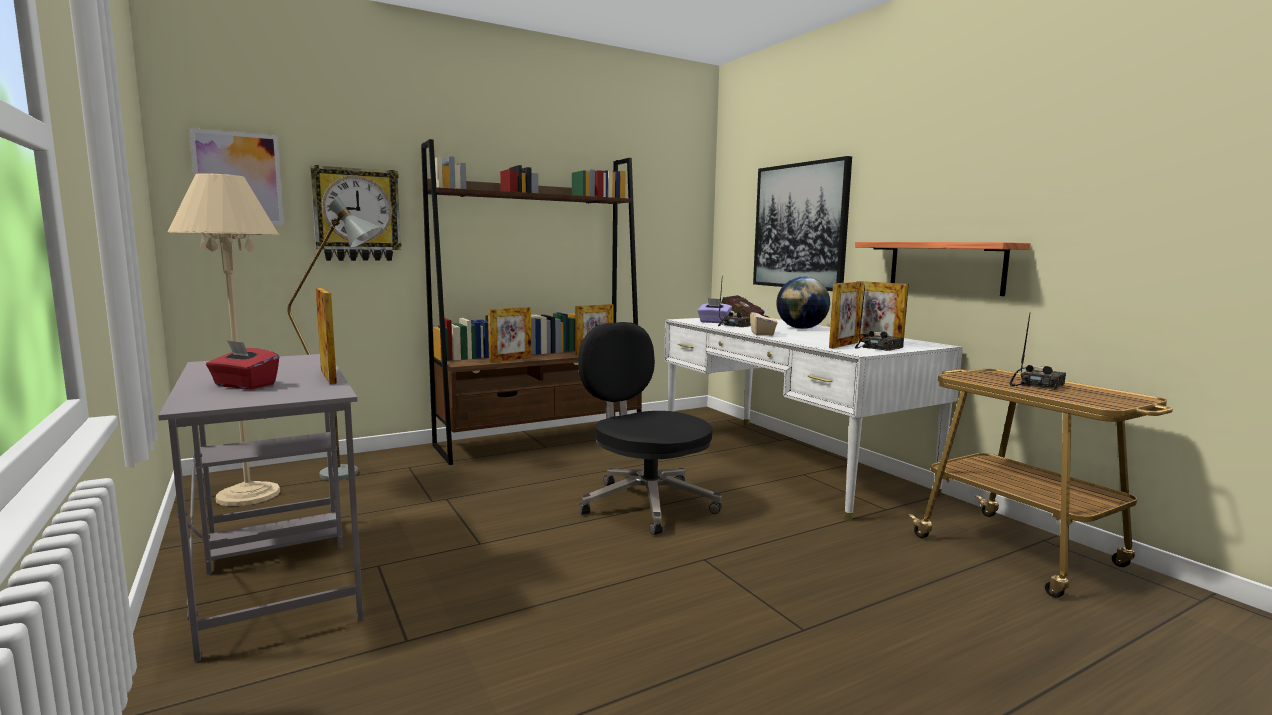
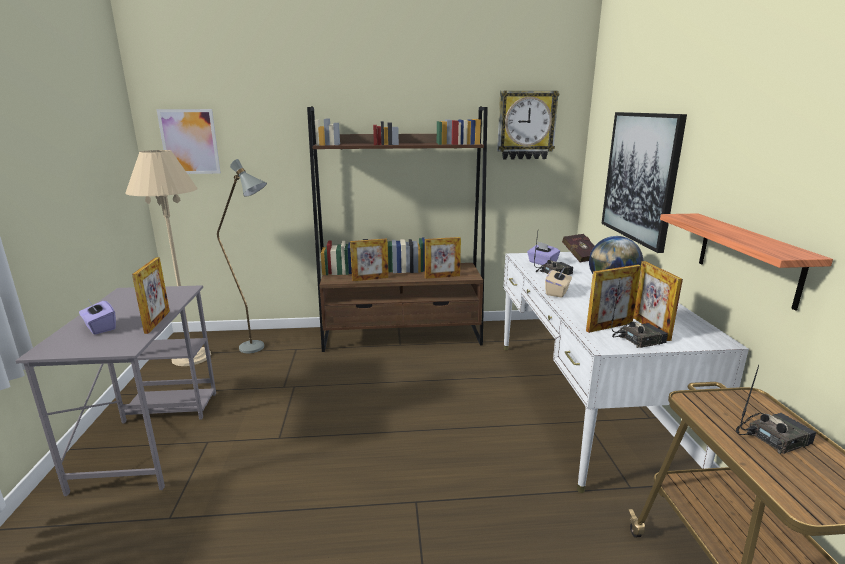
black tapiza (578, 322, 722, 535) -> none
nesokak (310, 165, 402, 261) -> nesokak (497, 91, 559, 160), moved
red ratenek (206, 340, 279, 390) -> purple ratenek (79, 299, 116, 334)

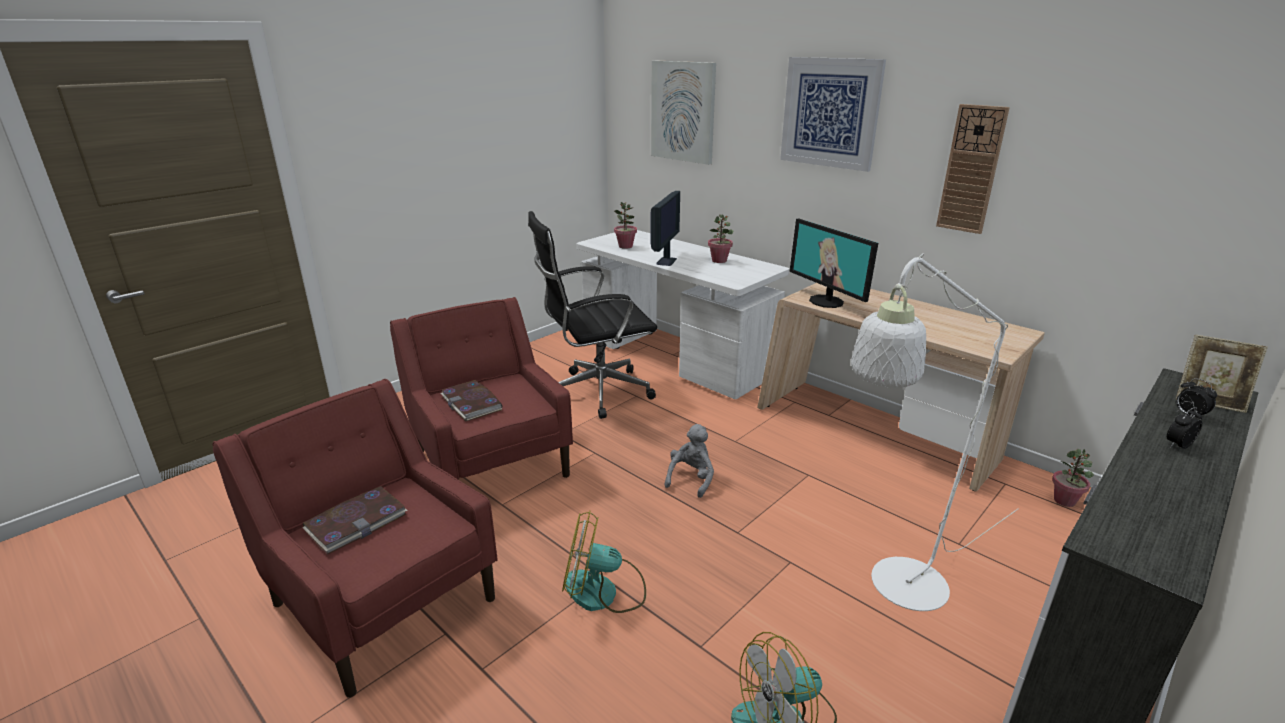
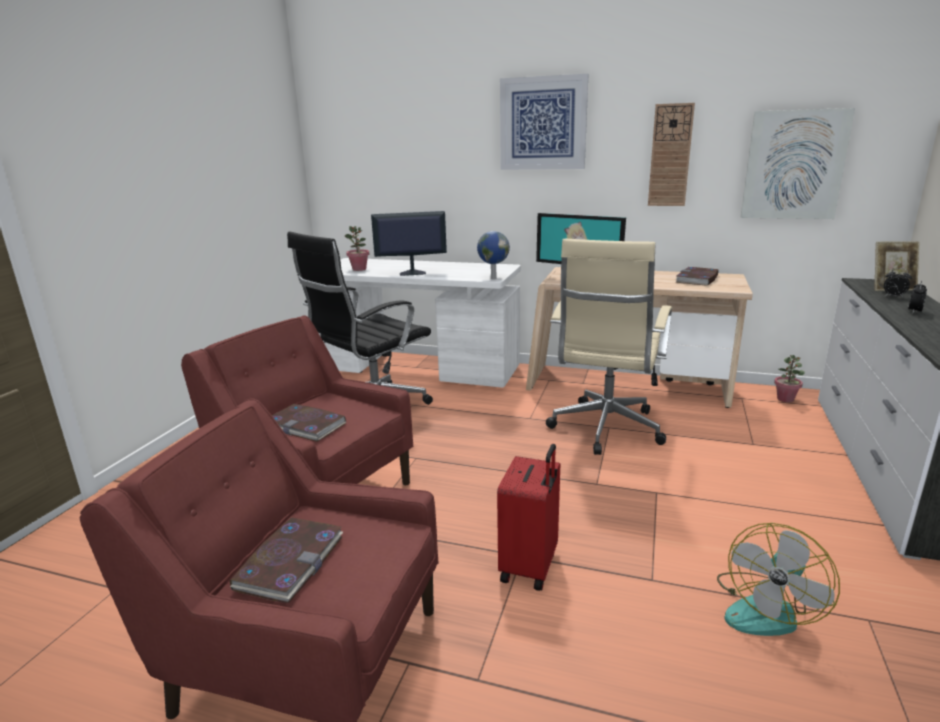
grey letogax (665, 424, 714, 498) -> none
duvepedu (708, 214, 733, 263) -> none
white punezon (851, 253, 1019, 611) -> none
none -> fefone (477, 231, 510, 279)
none -> beige tapiza (546, 239, 672, 455)
none -> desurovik (676, 267, 718, 286)
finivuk (651, 60, 716, 165) -> finivuk (741, 108, 855, 219), moved
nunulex (562, 511, 646, 613) -> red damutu (497, 444, 560, 591)
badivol (650, 191, 680, 266) -> badivol (371, 211, 447, 276), 90 degrees counterclockwise

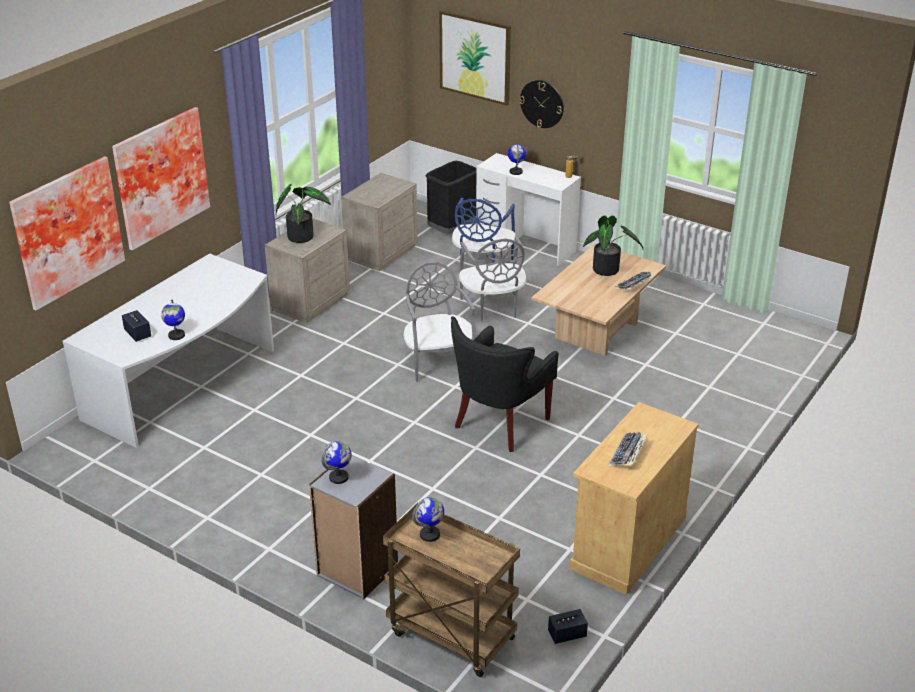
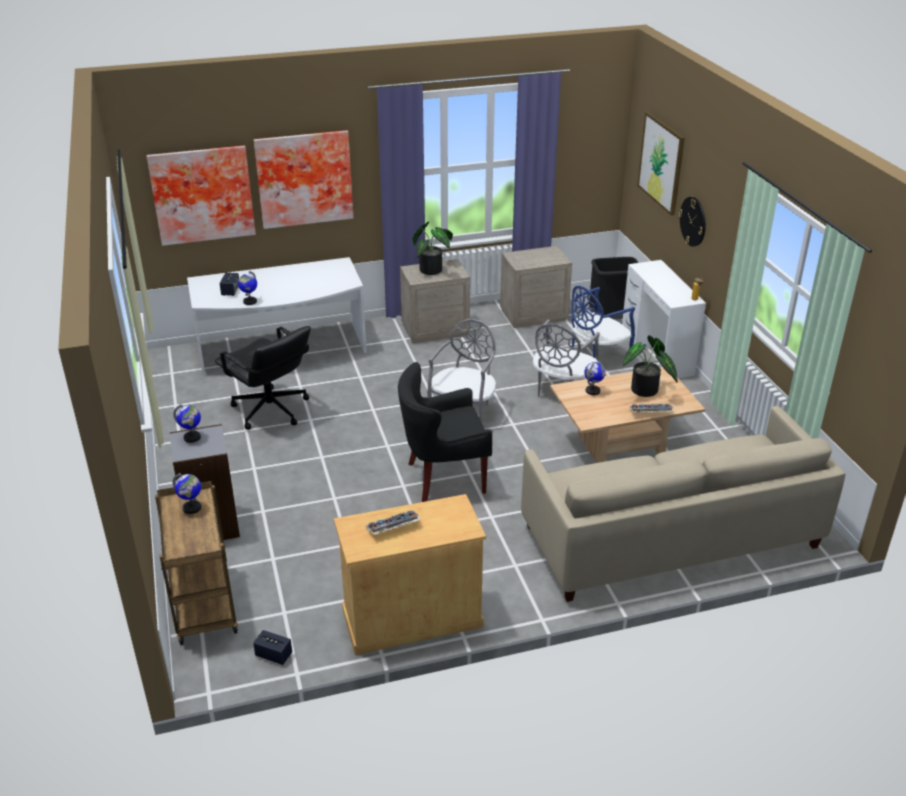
none -> black tapiza (215, 326, 311, 430)
none -> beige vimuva (521, 406, 845, 602)
fefone (508, 144, 526, 175) -> fefone (584, 362, 605, 395), moved

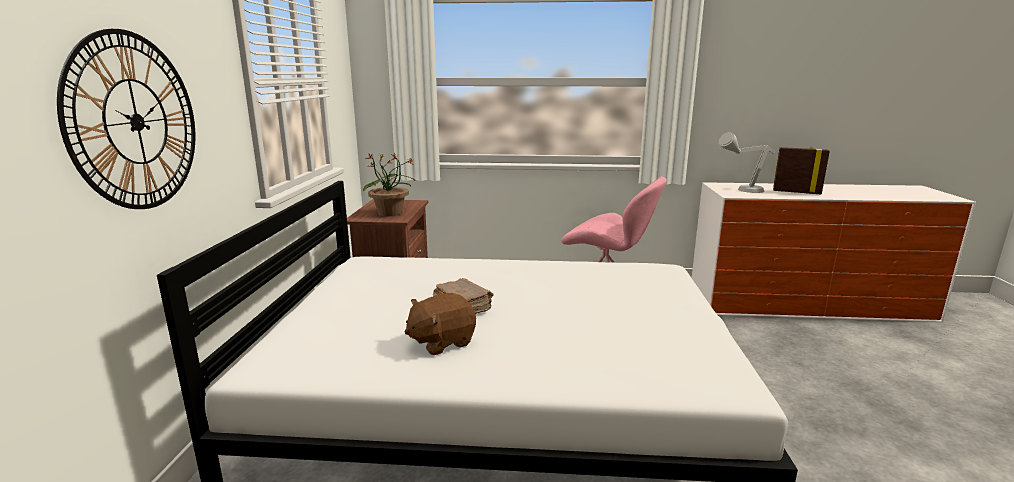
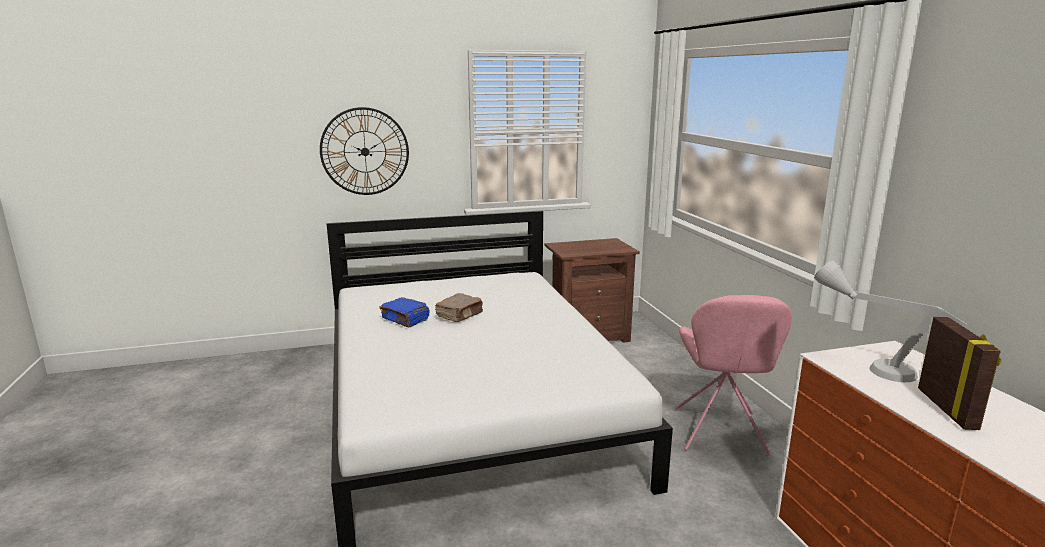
duvepedu (363, 153, 415, 216) -> none
brown letogax (404, 293, 476, 355) -> blue desurovik (379, 297, 430, 327)

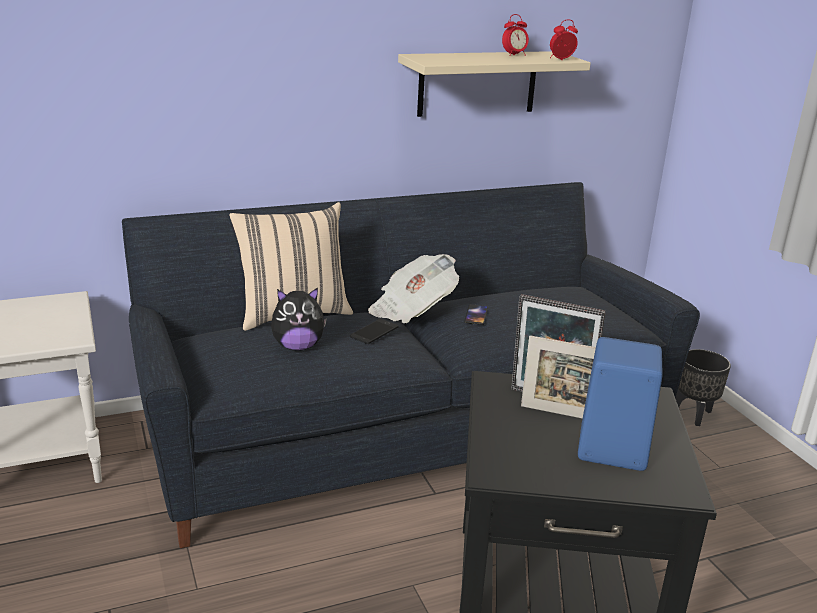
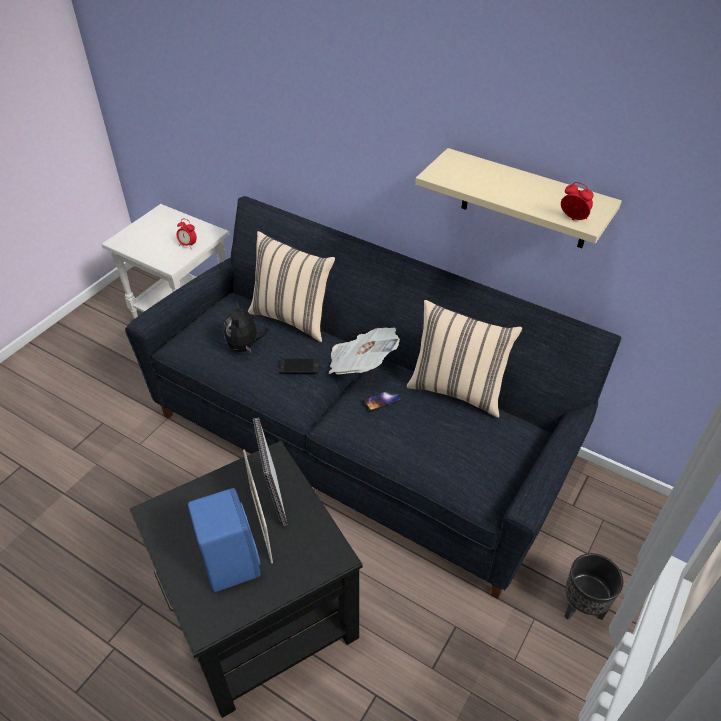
none -> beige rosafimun (406, 300, 522, 418)
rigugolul (502, 14, 529, 56) -> rigugolul (176, 219, 197, 248), moved
letogax (271, 288, 327, 351) -> letogax (224, 299, 268, 353), 45 degrees clockwise

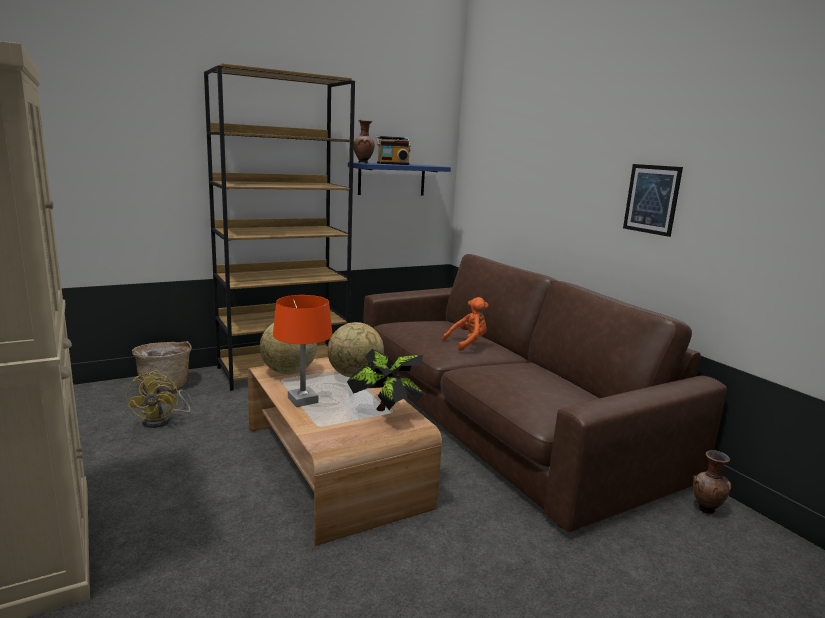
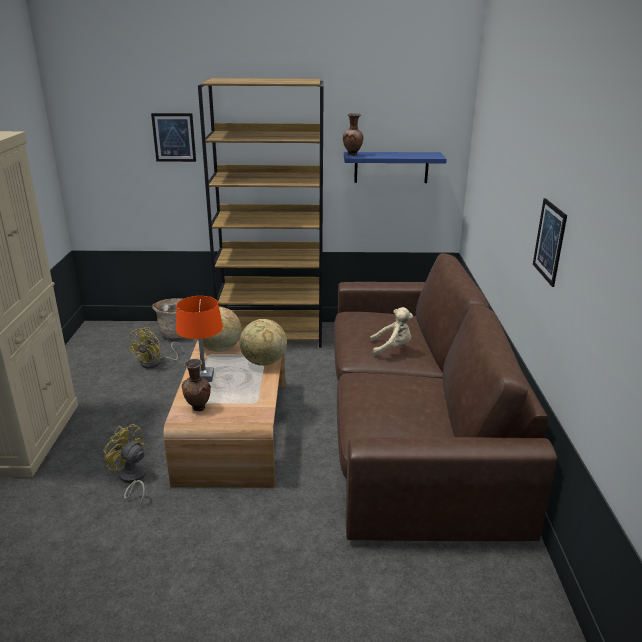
duvepedu (347, 349, 425, 411) -> none
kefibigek (376, 136, 411, 165) -> none
none -> yellow nunulex (103, 424, 146, 506)
none -> finivuk (151, 113, 196, 162)
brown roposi (693, 450, 731, 514) -> brown roposi (182, 359, 211, 411), moved
orange letogax (442, 297, 489, 351) -> beige letogax (370, 307, 413, 355)

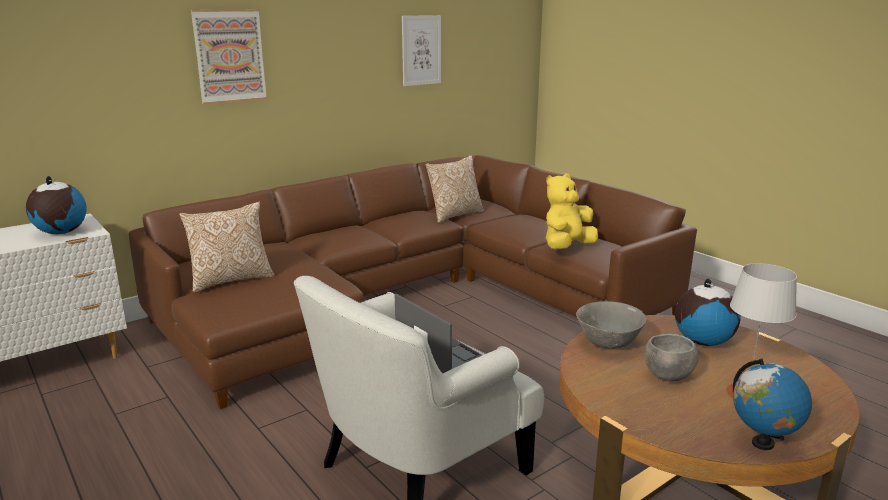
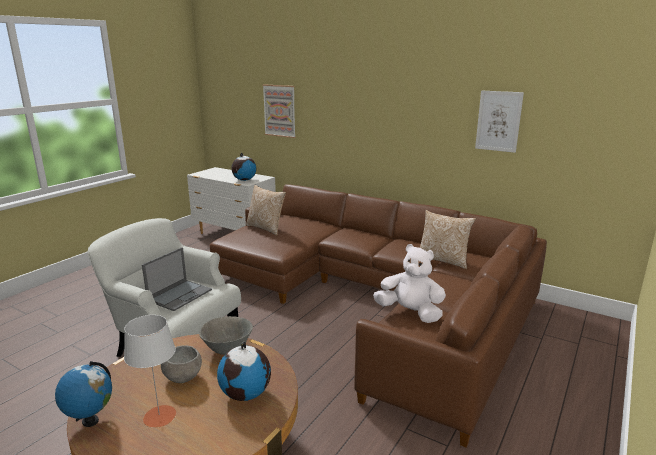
finivuk (190, 9, 267, 104) -> finivuk (262, 84, 296, 138), moved
yellow letogax (546, 173, 598, 249) -> white letogax (373, 244, 446, 323)

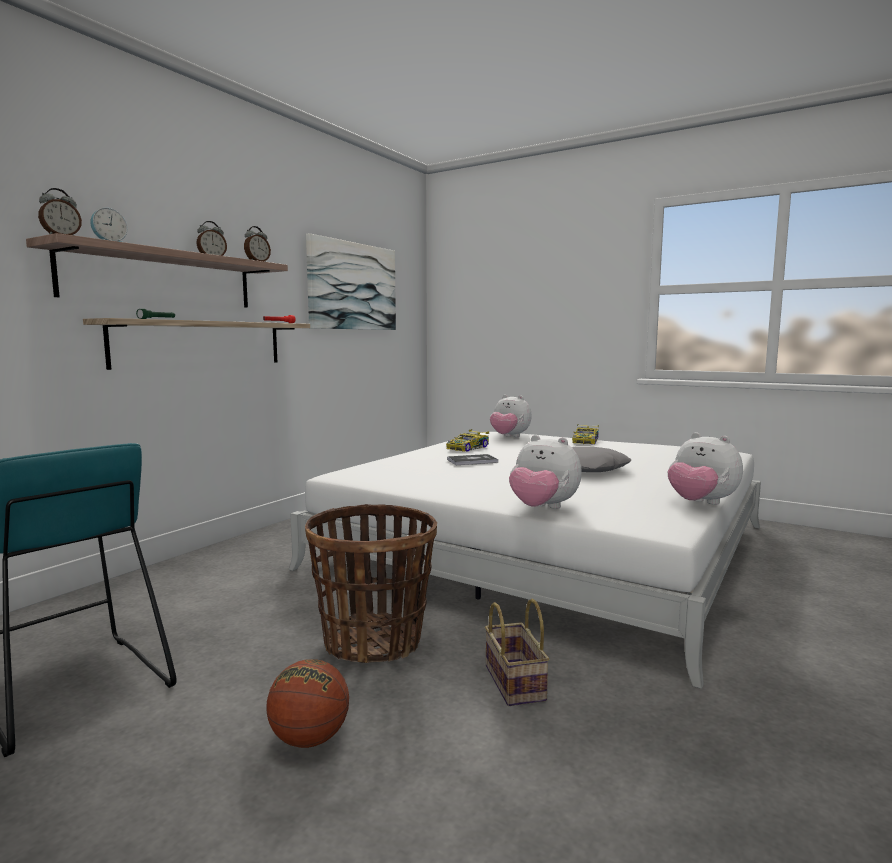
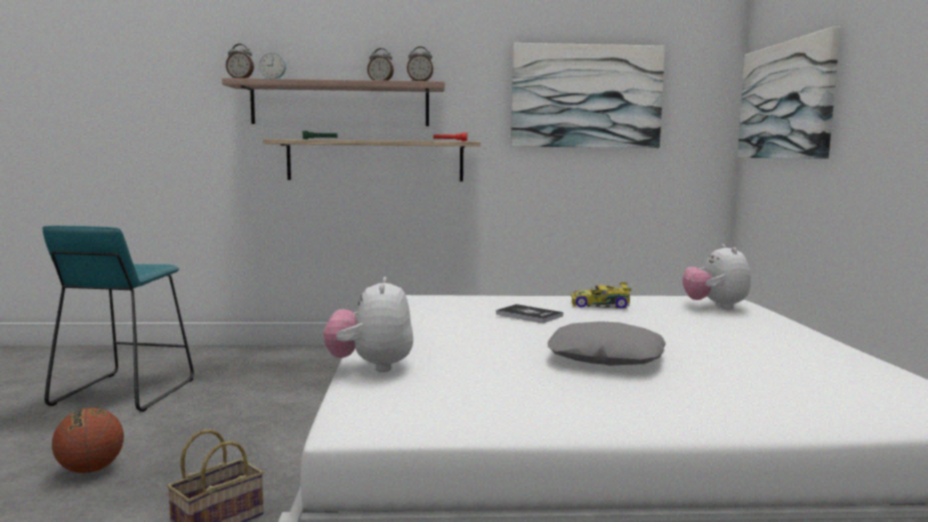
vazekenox (305, 504, 437, 663) -> none
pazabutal (572, 424, 599, 444) -> none
letogax (668, 432, 743, 505) -> none
none -> finivuk (737, 26, 841, 159)

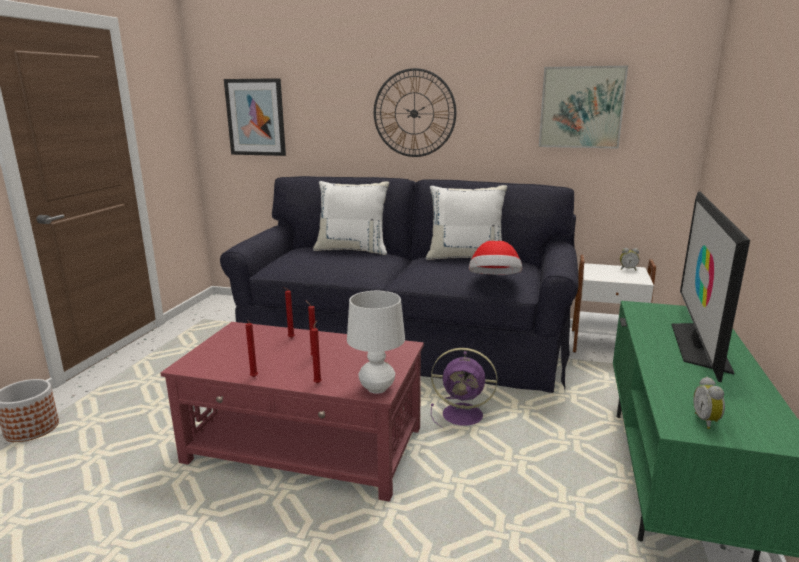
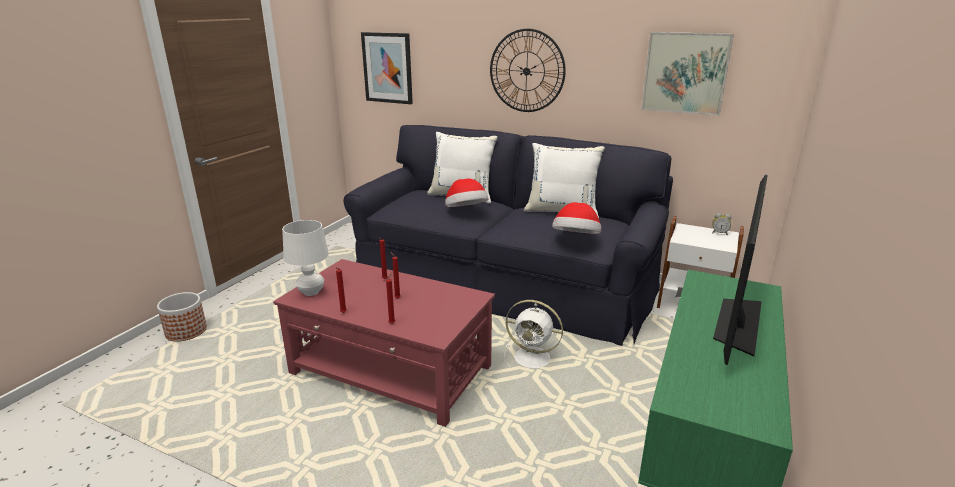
rigugolul (693, 377, 725, 429) -> none
none -> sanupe (445, 179, 488, 207)
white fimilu (347, 291, 405, 394) -> white fimilu (282, 220, 329, 296), moved
purple nunulex (431, 348, 497, 427) -> white nunulex (504, 300, 563, 368)

